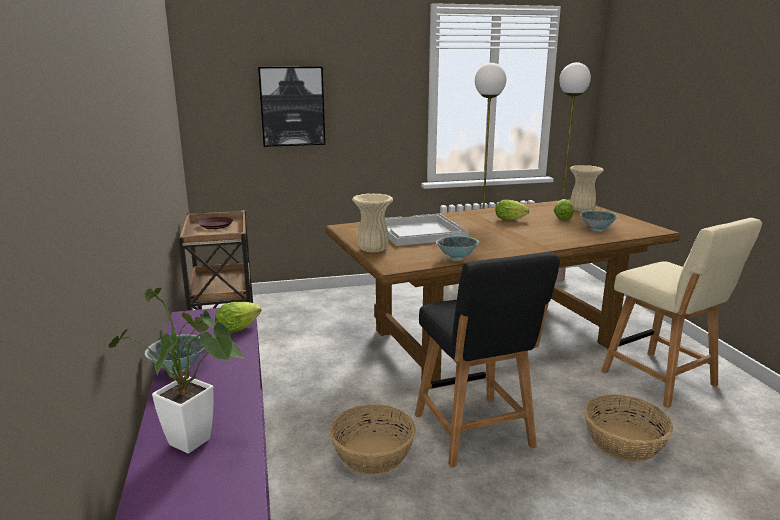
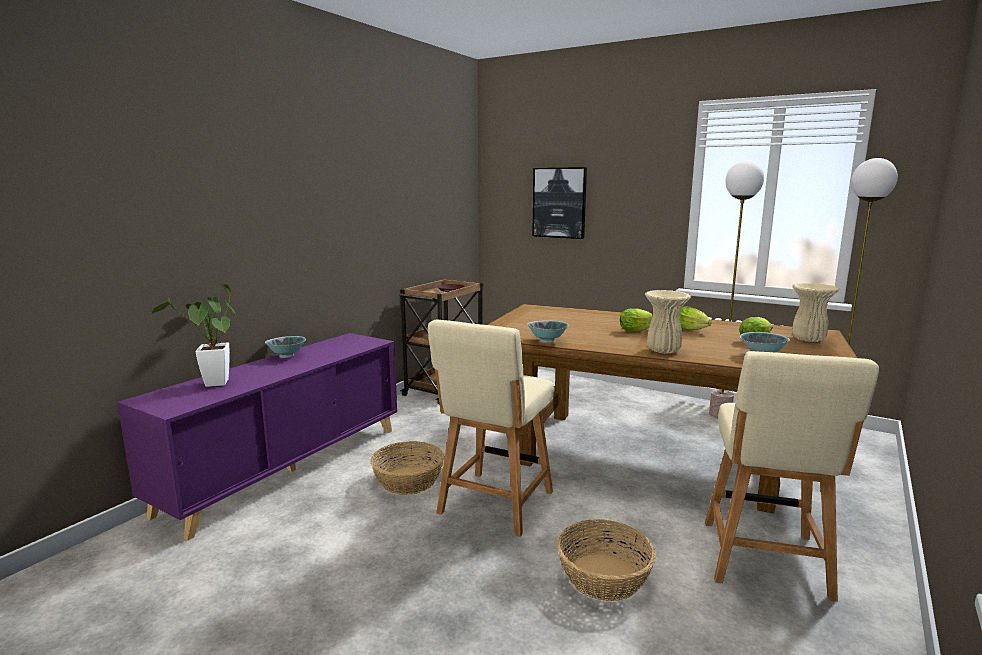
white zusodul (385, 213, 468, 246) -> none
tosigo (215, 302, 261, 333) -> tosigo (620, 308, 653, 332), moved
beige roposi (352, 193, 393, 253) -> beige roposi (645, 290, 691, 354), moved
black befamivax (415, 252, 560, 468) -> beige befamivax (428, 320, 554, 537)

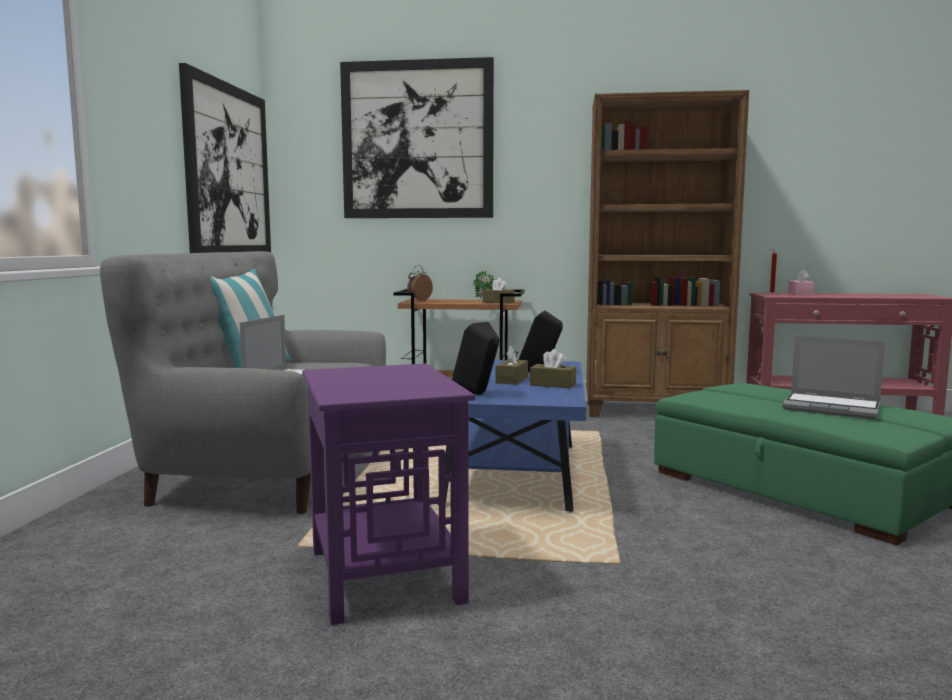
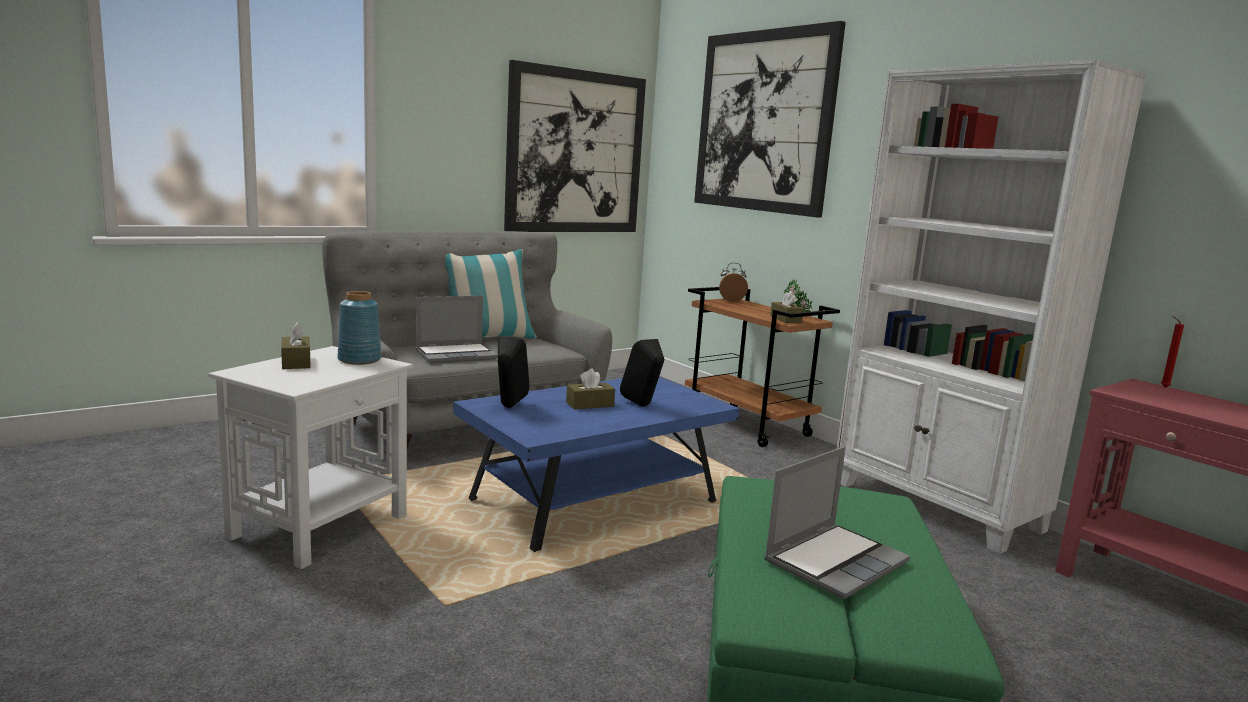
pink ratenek (788, 269, 815, 295) -> none
none -> blue roposi (337, 291, 381, 365)
brown ratenek (530, 349, 576, 389) -> brown ratenek (281, 322, 311, 369), moved
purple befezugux (302, 364, 475, 625) -> white befezugux (208, 346, 413, 569)
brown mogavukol (586, 90, 749, 417) -> white mogavukol (837, 60, 1147, 554)
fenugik (782, 336, 885, 419) -> fenugik (764, 446, 910, 600), 120 degrees counterclockwise

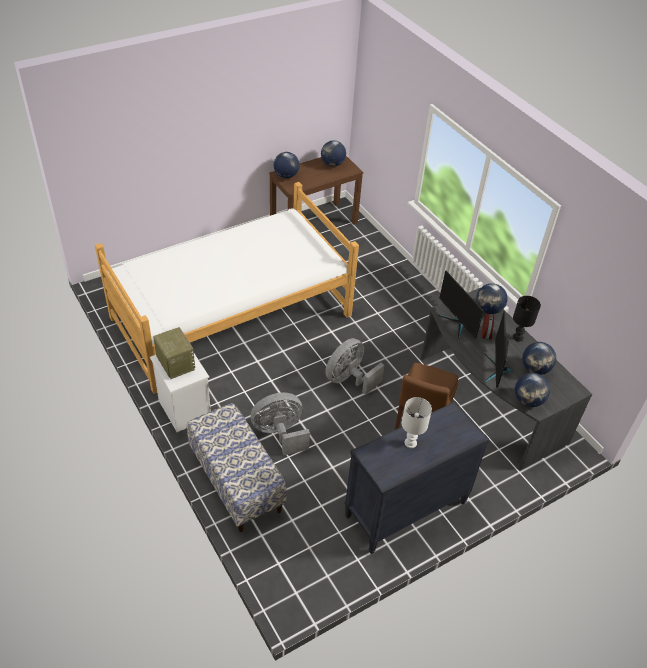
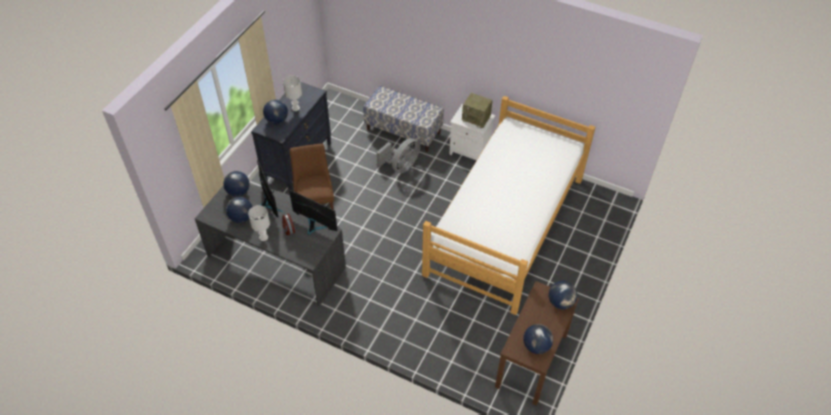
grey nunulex (325, 338, 384, 395) -> none
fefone (476, 283, 508, 314) -> fefone (263, 99, 288, 124), moved
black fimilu (513, 296, 541, 341) -> white fimilu (248, 205, 270, 241)

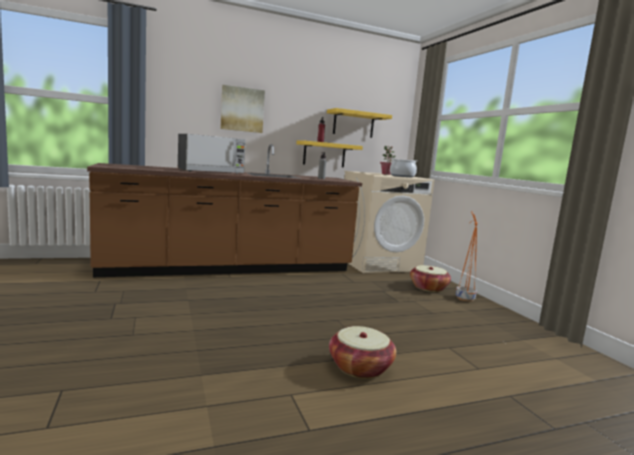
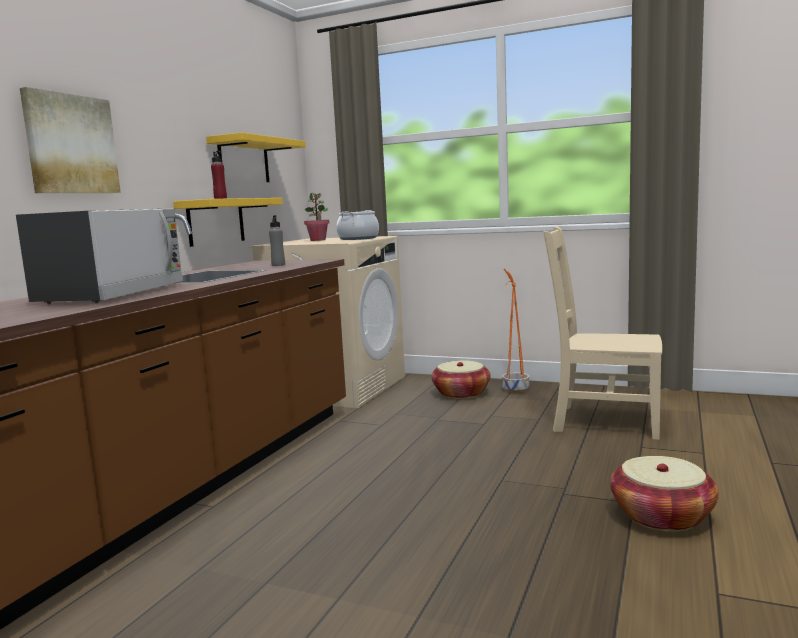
none -> beige befamivax (543, 226, 662, 440)

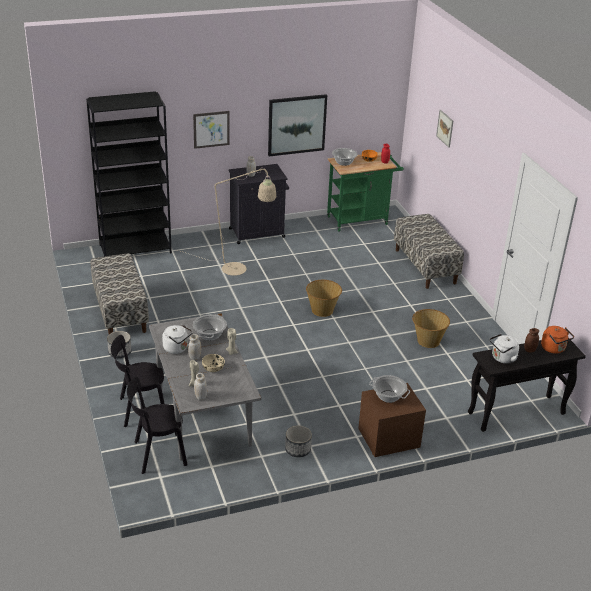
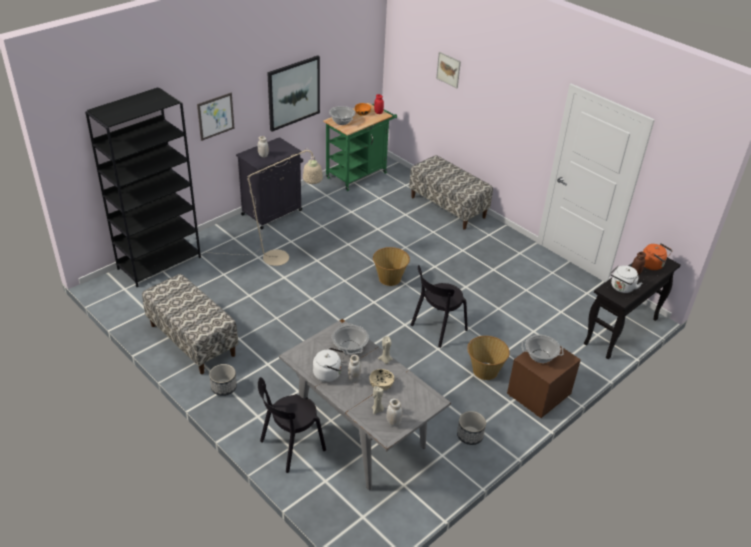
black befamivax (127, 377, 188, 474) -> black befamivax (411, 265, 468, 348), moved
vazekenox (412, 309, 450, 348) -> vazekenox (467, 336, 510, 380), moved

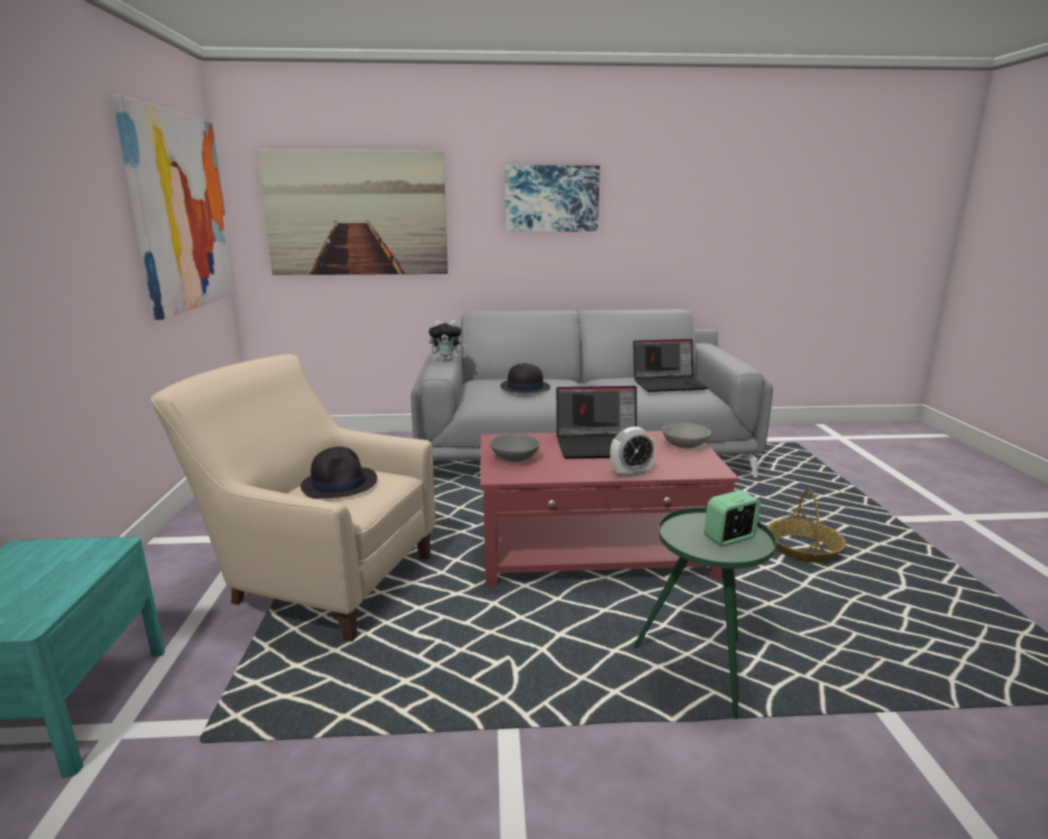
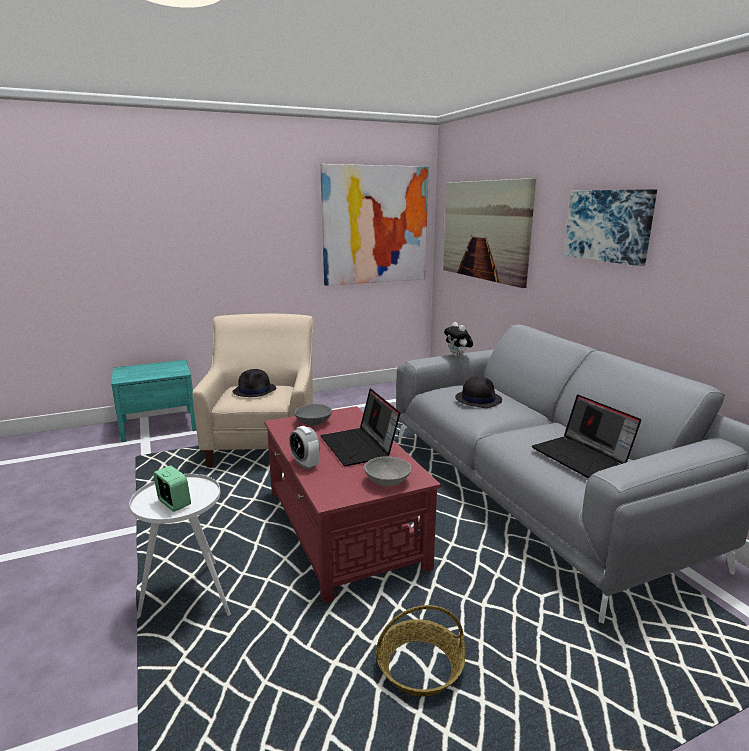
green befezugux (634, 507, 776, 719) -> white befezugux (129, 474, 231, 619)

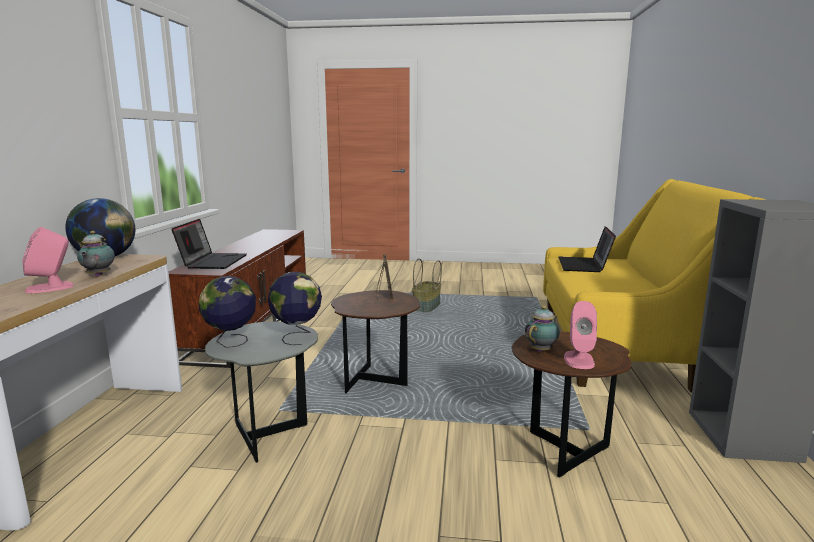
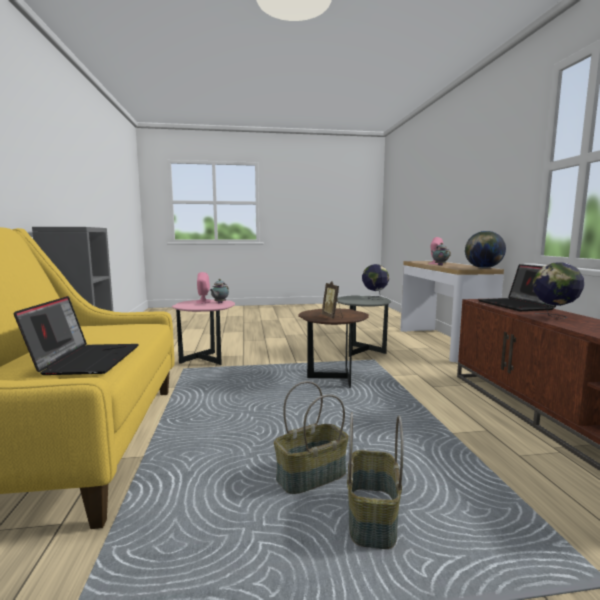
none -> vazekenox (274, 381, 349, 494)
fefone (268, 272, 322, 345) -> fefone (533, 263, 584, 319), moved
brown befezugux (511, 331, 632, 477) -> pink befezugux (172, 300, 235, 365)

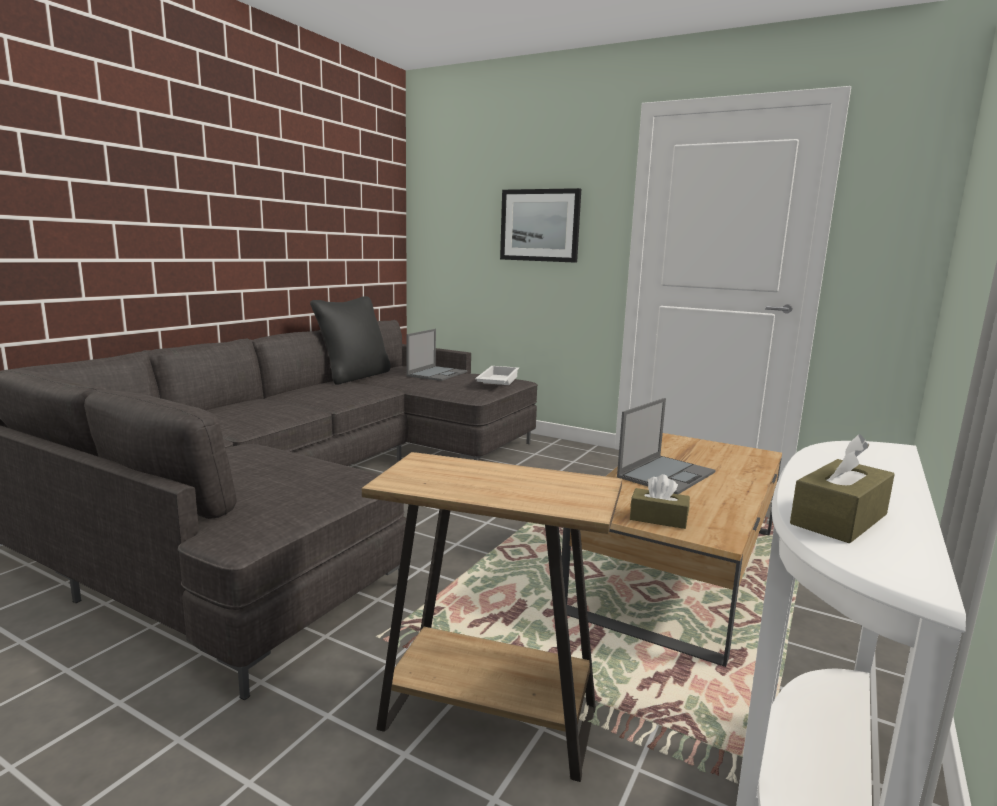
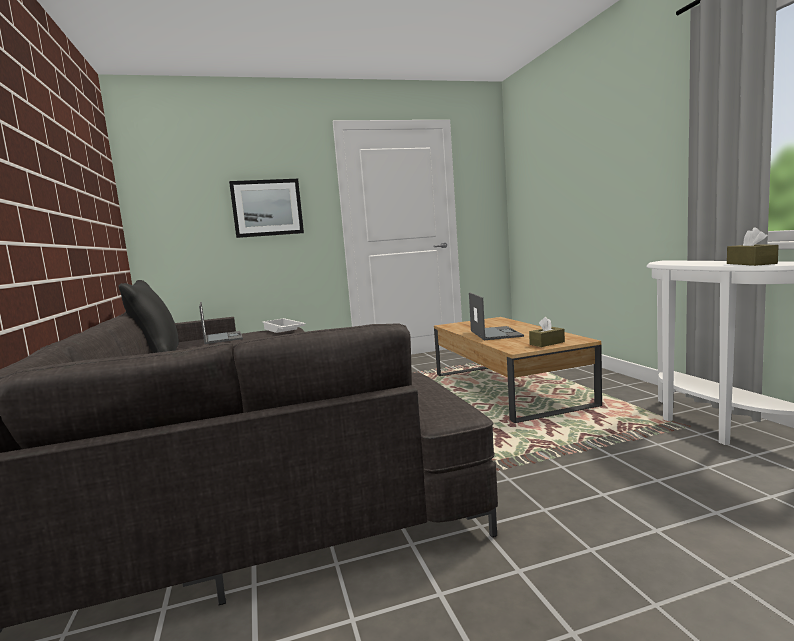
brown befezugux (362, 452, 622, 782) -> none

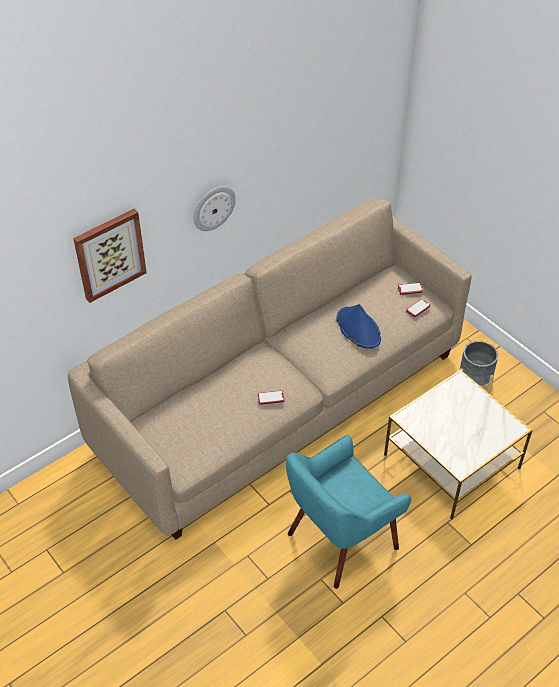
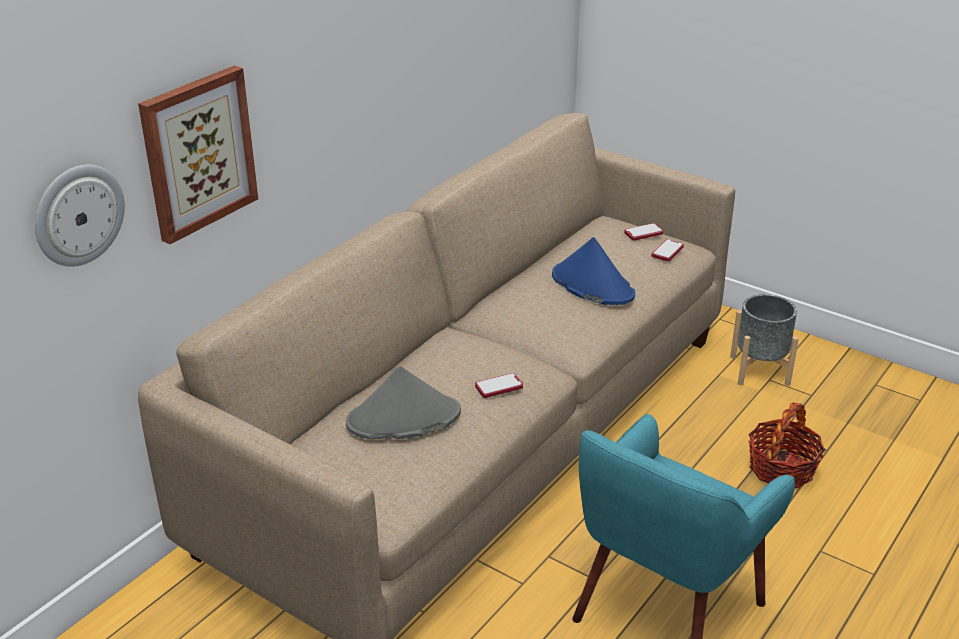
none -> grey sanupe (346, 366, 461, 439)
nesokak (193, 186, 236, 231) -> nesokak (35, 165, 125, 267), moved
befezugux (384, 370, 533, 520) -> vazekenox (748, 403, 825, 488)

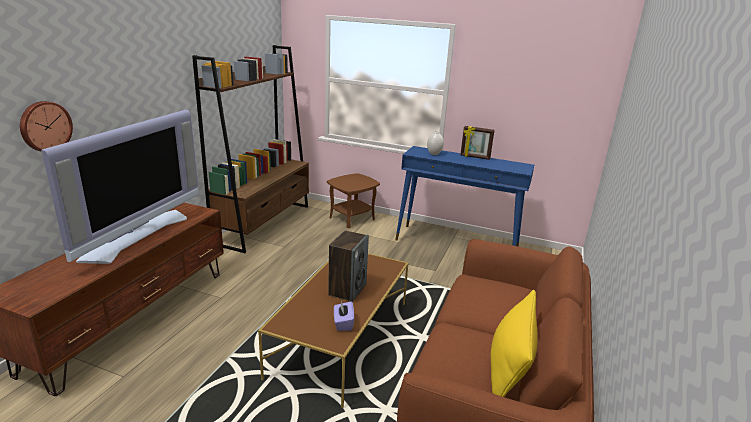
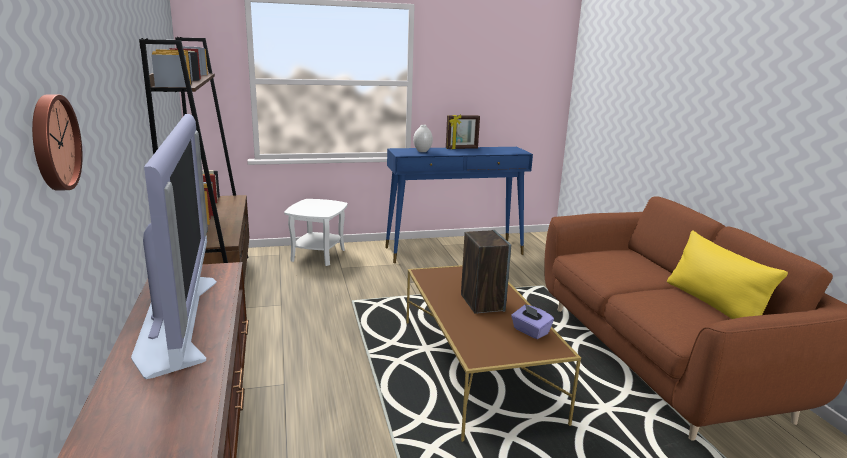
brown befezugux (327, 173, 380, 228) -> white befezugux (284, 199, 348, 266)

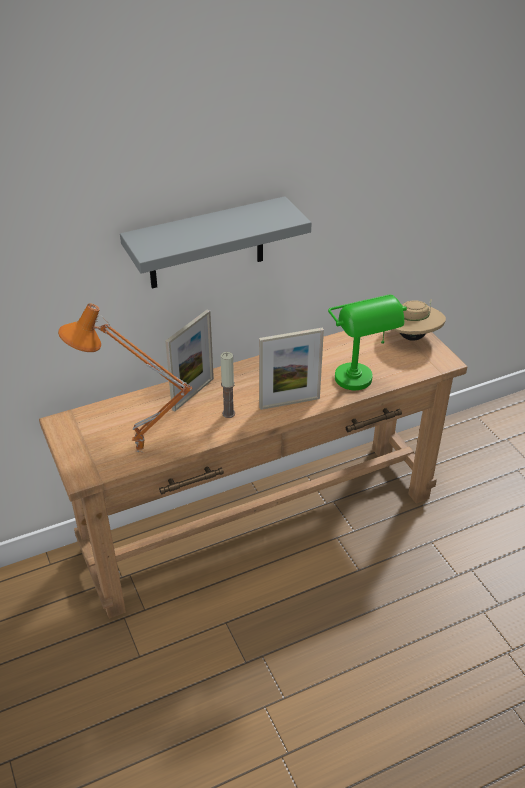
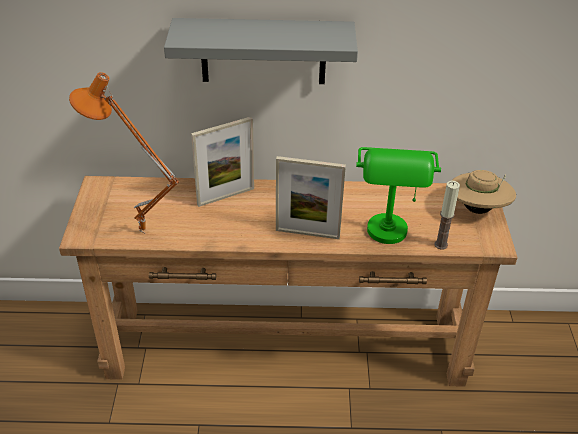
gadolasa (220, 352, 235, 418) -> gadolasa (434, 181, 460, 250), moved

